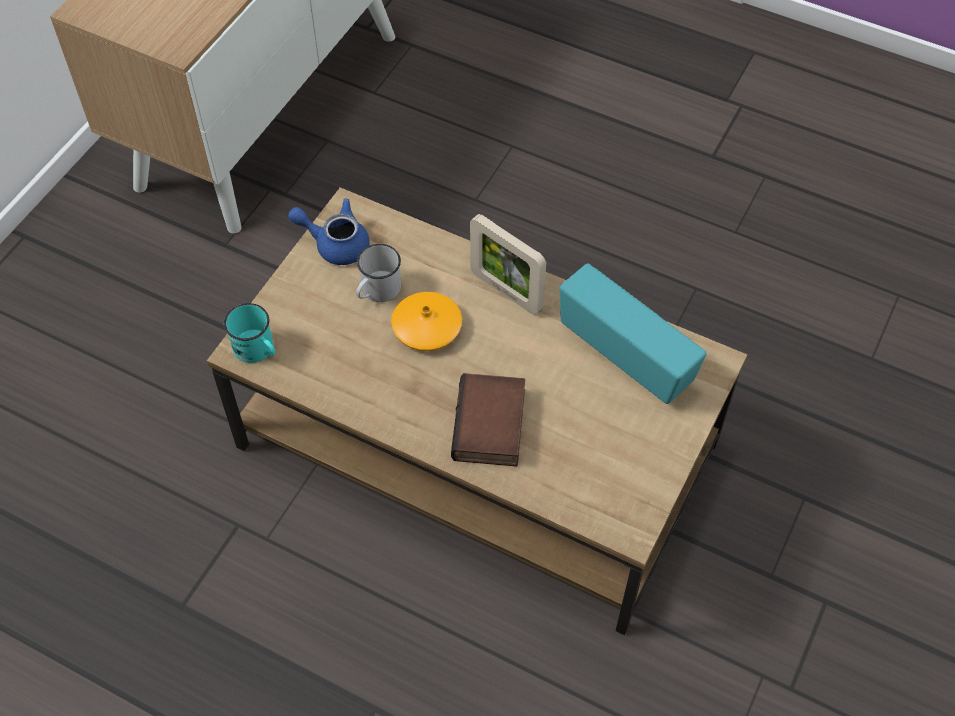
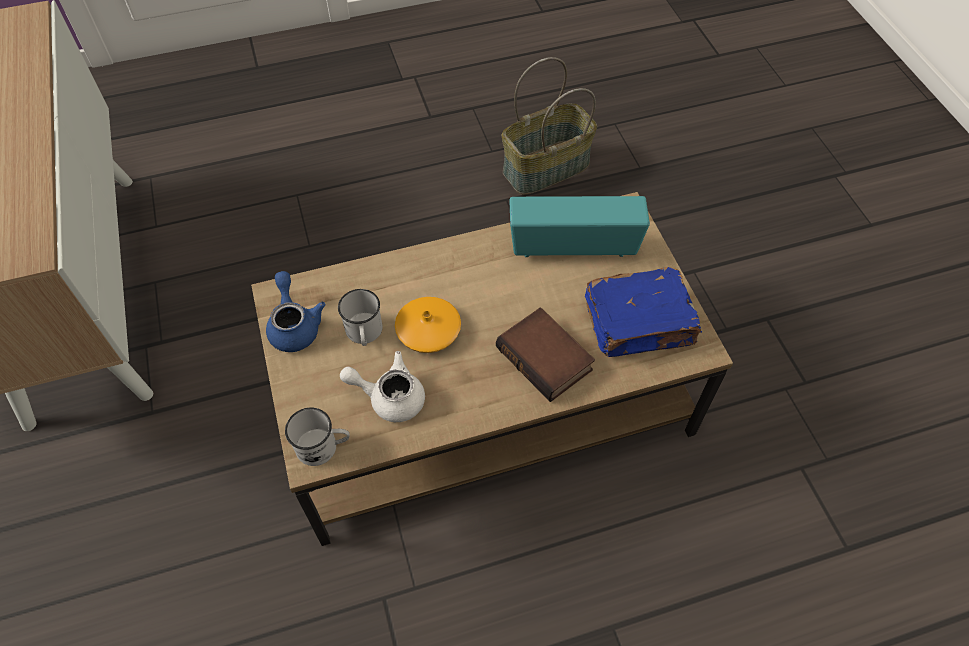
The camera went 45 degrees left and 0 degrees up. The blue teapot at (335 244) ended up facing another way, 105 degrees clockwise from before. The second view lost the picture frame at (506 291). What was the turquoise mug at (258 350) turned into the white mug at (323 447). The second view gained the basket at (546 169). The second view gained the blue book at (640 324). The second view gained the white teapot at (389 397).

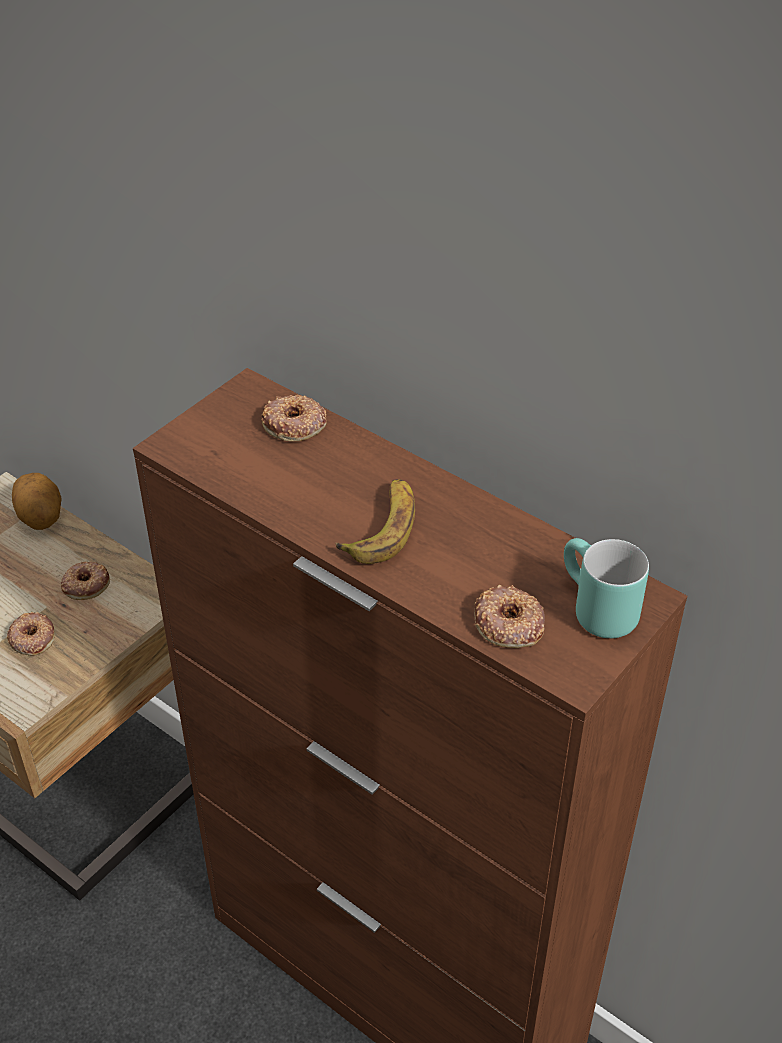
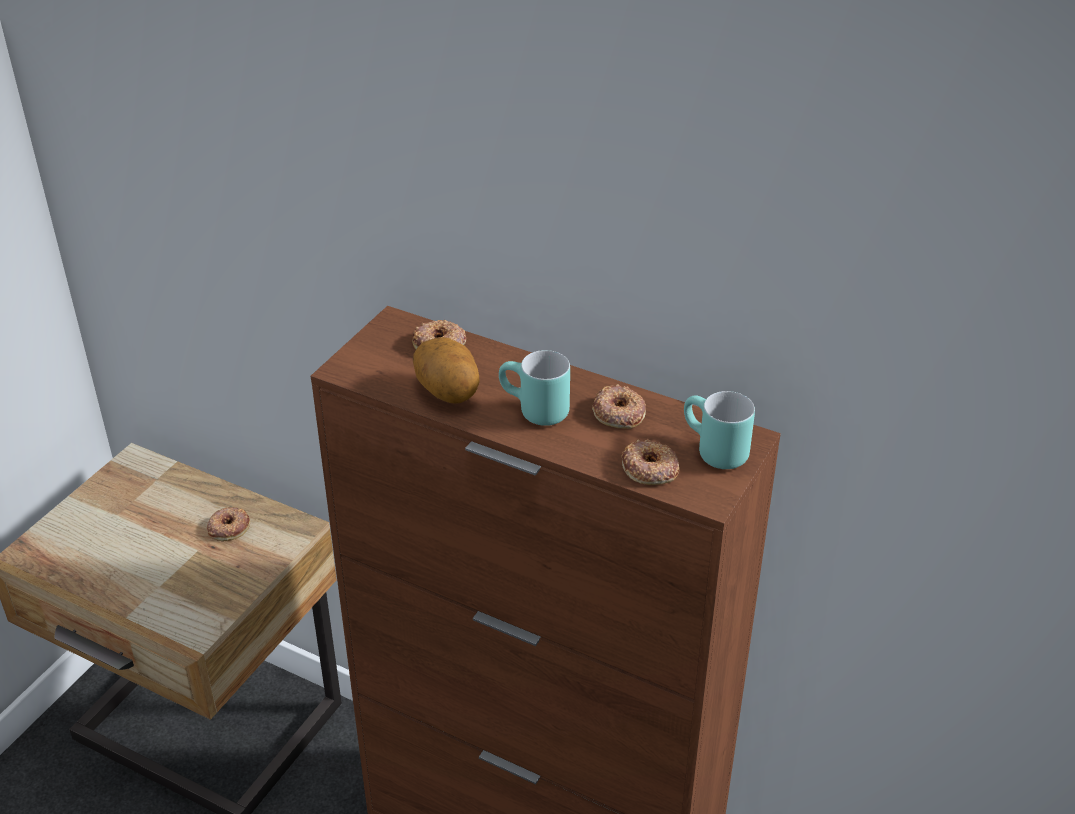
The camera went 10 degrees left and 5 degrees down. The potato ended up elsewhere, having gone from (41 517) to (448 392). Where the banana stood at (383 528), the turquoise mug came to stand at (533 412). The donut ended up elsewhere, having gone from (32 638) to (618 413).

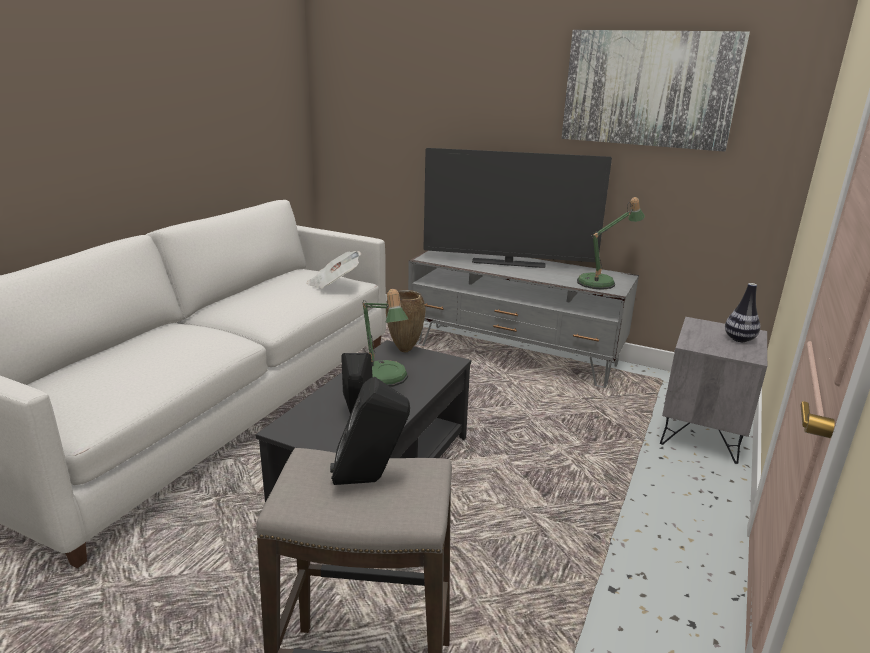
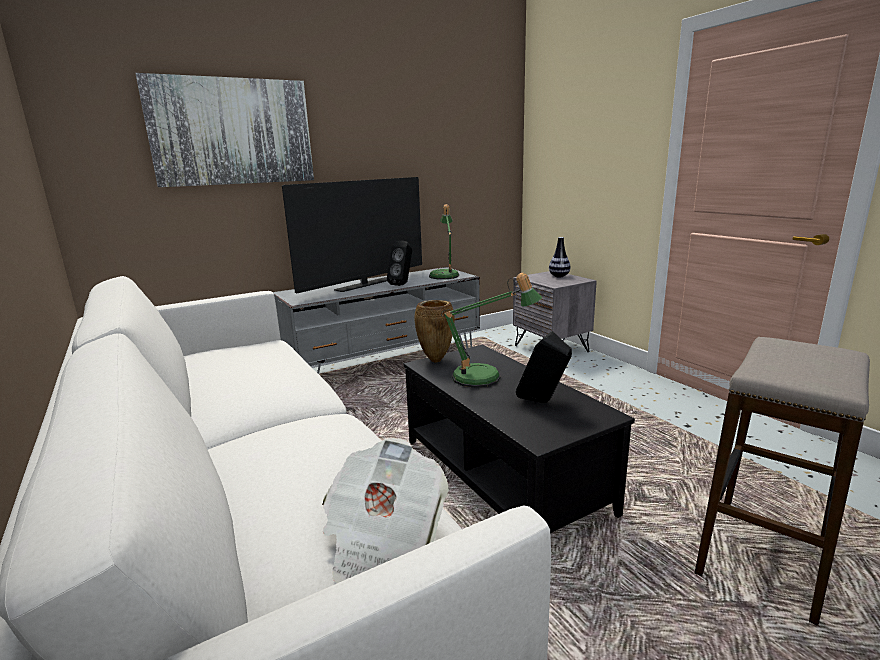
The camera went 55 degrees left and 5 degrees down. The picture ended up elsewhere, having gone from (648 89) to (232 132). The newspaper ended up elsewhere, having gone from (334 283) to (383 538). The black speaker ended up elsewhere, having gone from (370 481) to (402 284).

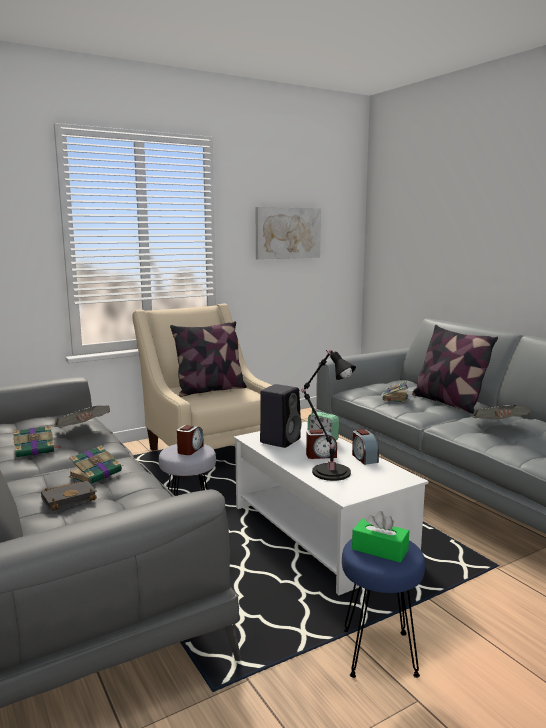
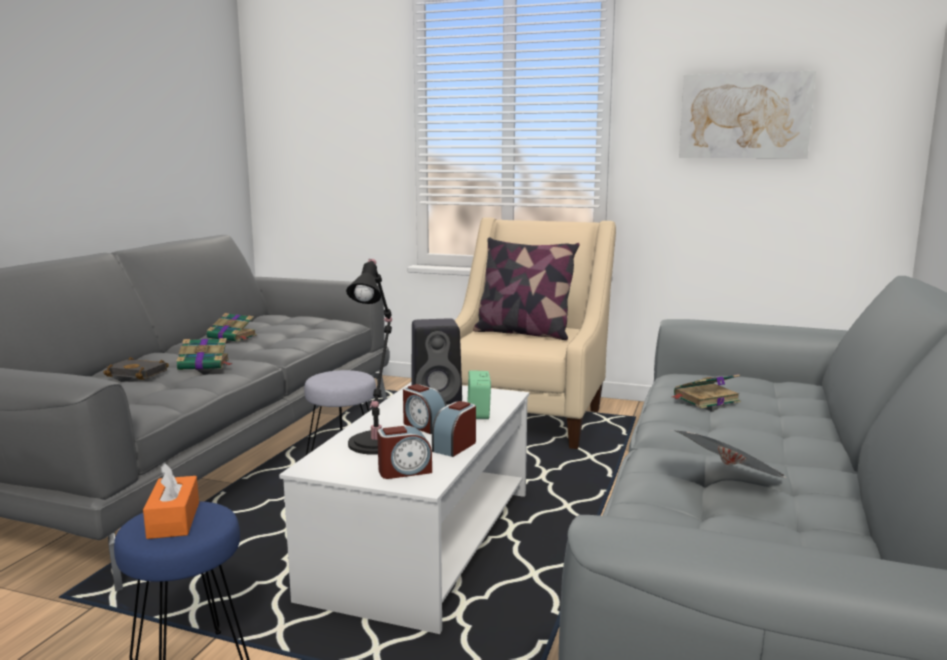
The camera went 50 degrees right and 0 degrees up. The second view lost the pillow at (448 402). The second view lost the newspaper at (83 431). The alarm clock ended up elsewhere, having gone from (190 449) to (404 471). What was the green tissue box at (380 549) turned into the orange tissue box at (173 520).

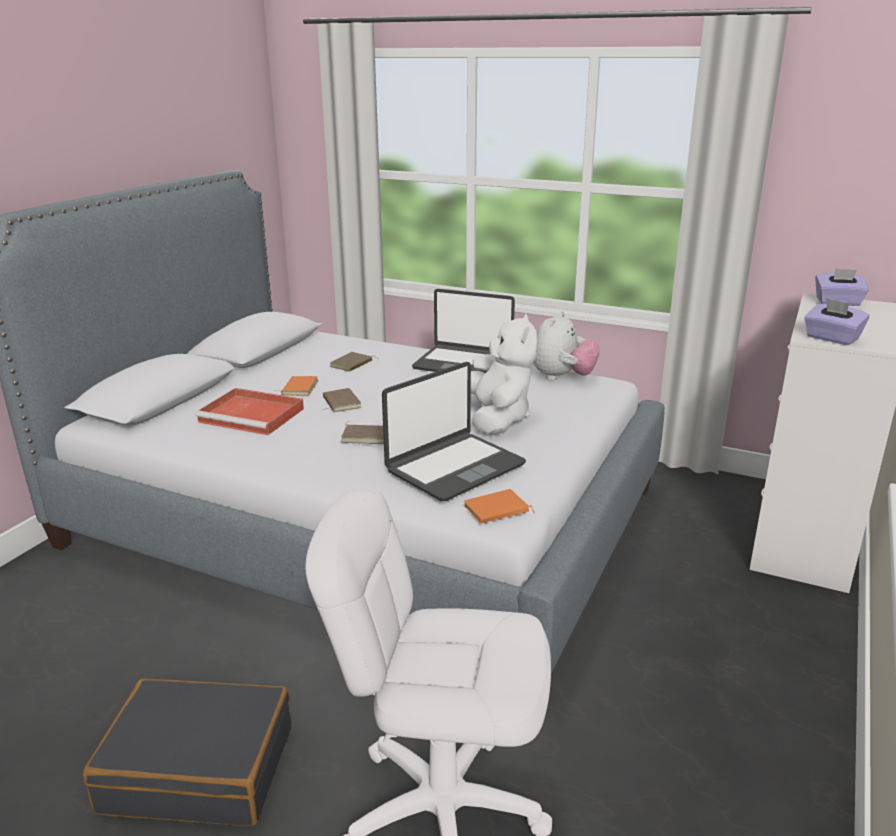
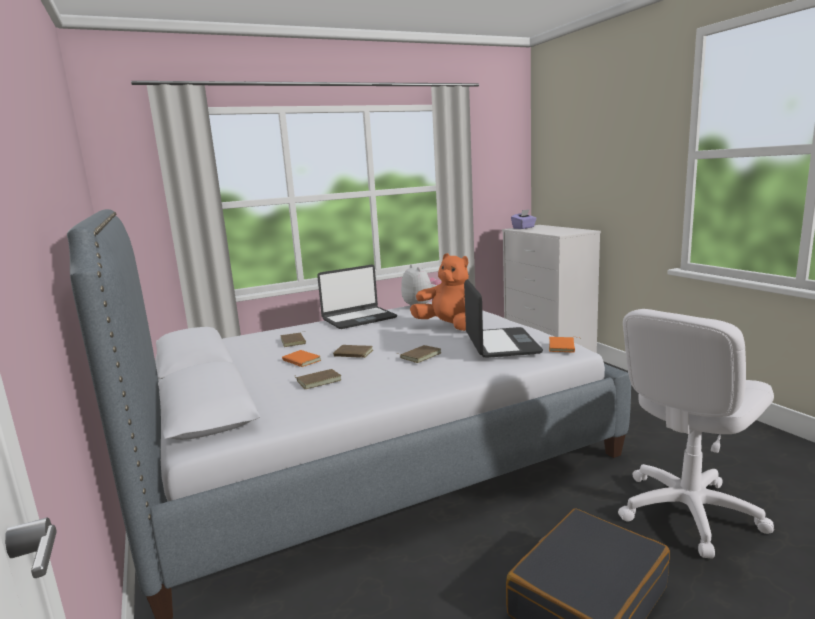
The camera went 50 degrees left and 10 degrees down. The second view lost the purple tissue box at (831 338). What was the white plush toy at (497 419) turned into the orange plush toy at (449 326). Where the red tray stood at (253 415), the brown book came to stand at (318 380).

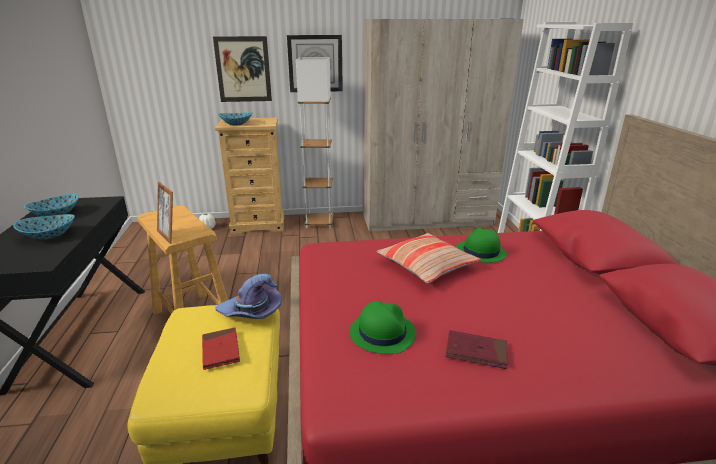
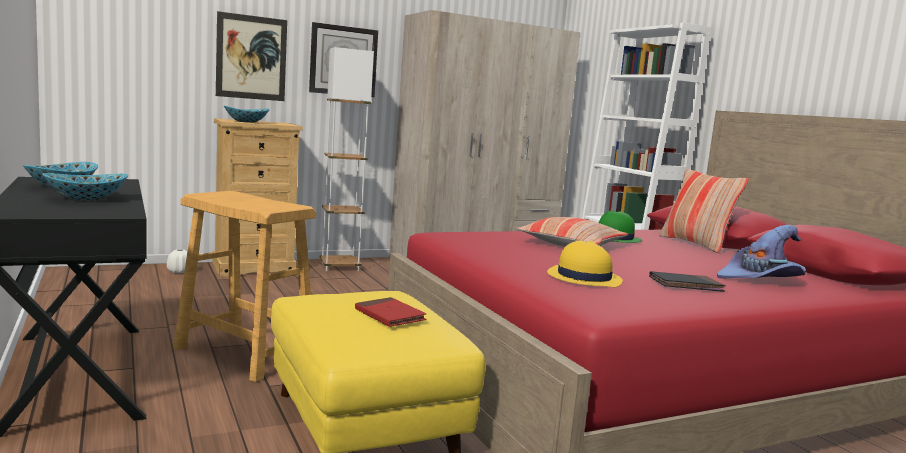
The camera went 20 degrees left and 15 degrees down. The second view lost the picture frame at (169 235). The purple hat ended up elsewhere, having gone from (251 312) to (760 279). What was the green hat at (382 332) turned into the yellow hat at (583 277). What was the red book at (476 352) turned into the black book at (685 285). The second view gained the pillow at (695 244).

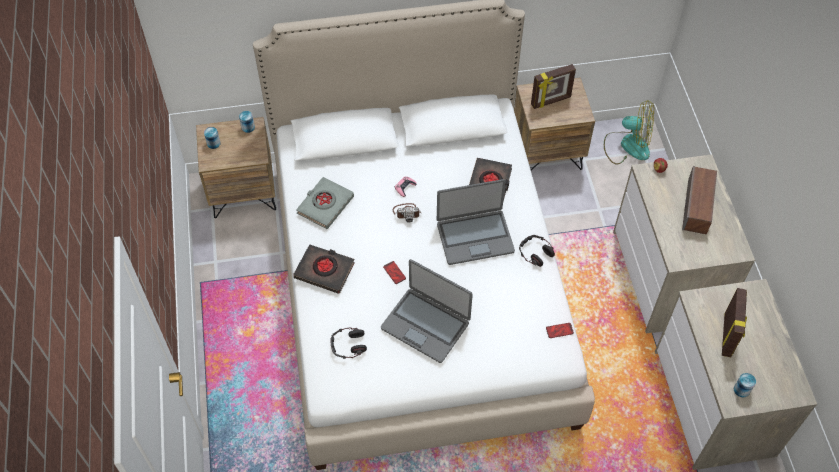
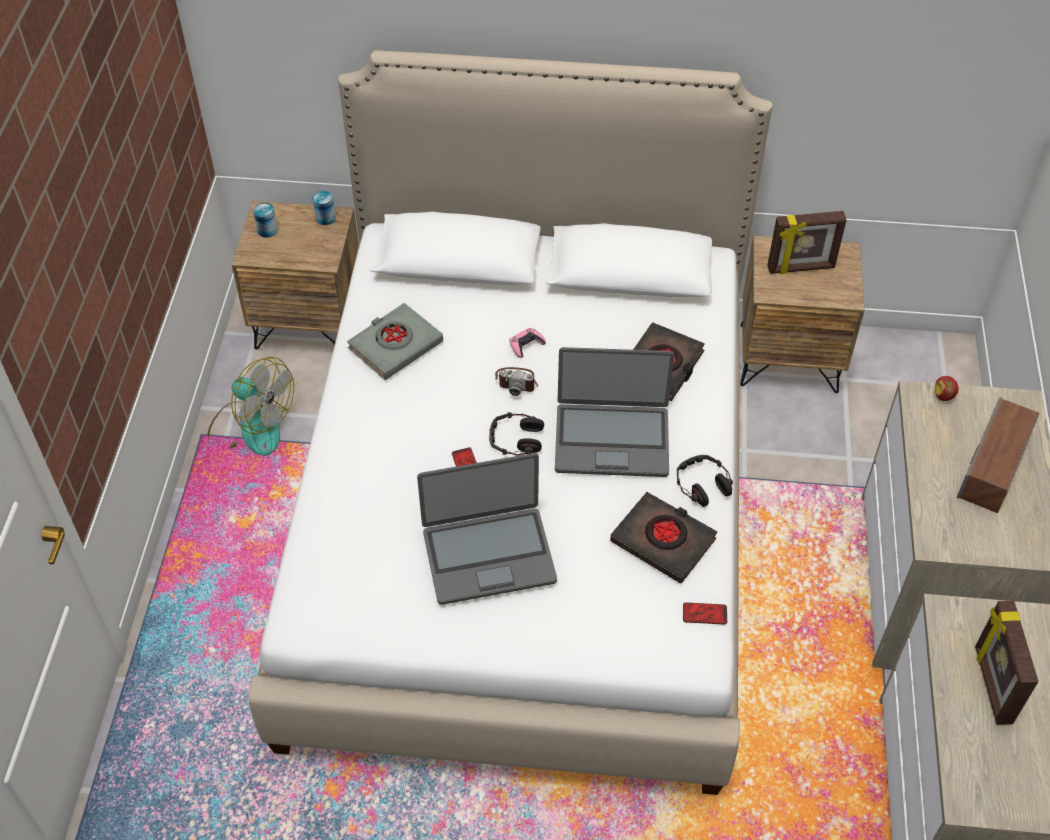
The camera went 15 degrees right and 5 degrees down. The fan ended up elsewhere, having gone from (627 145) to (251 427). The black book ended up elsewhere, having gone from (324 271) to (663 541). The laptop at (426 324) ended up facing another way, 60 degrees counterclockwise from before. The picture frame at (728 335) ended up facing another way, 150 degrees clockwise from before. The headphones ended up elsewhere, having gone from (348 345) to (516 439). The second view lost the can at (741 390).

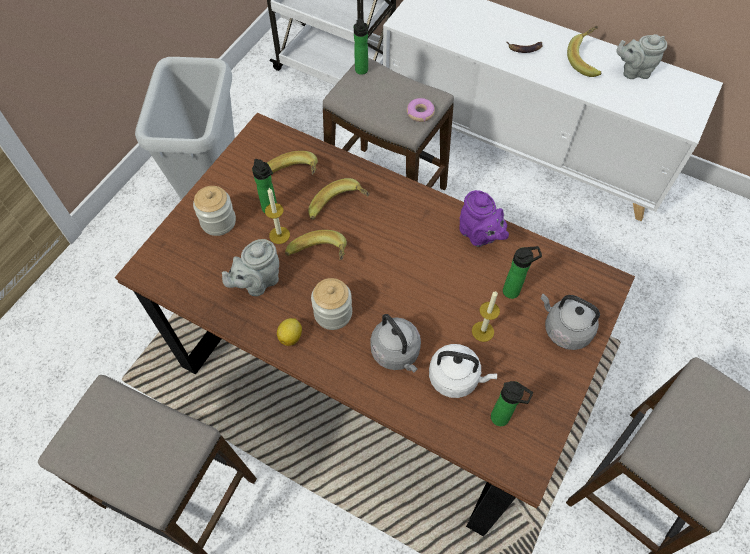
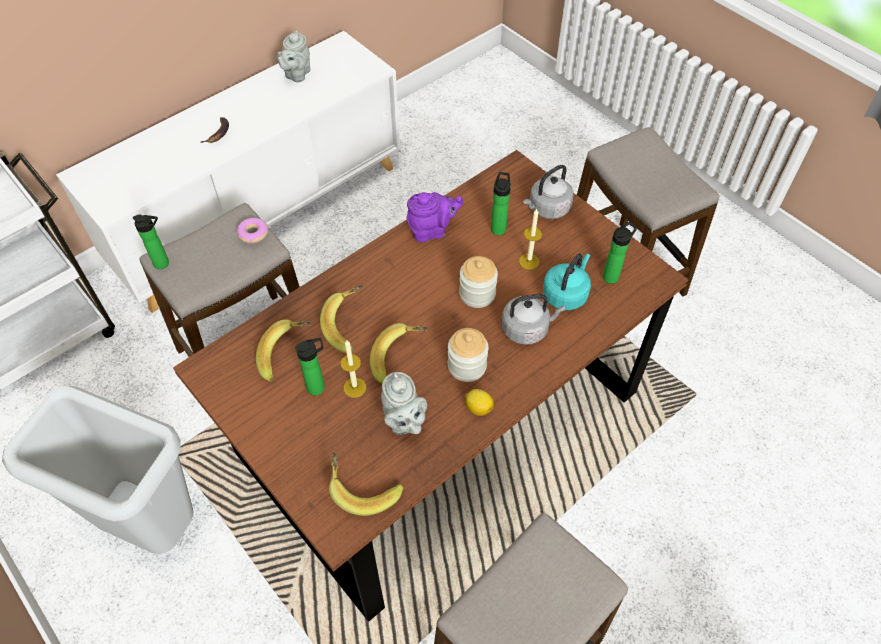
The camera went 70 degrees left and 5 degrees down. The banana ended up elsewhere, having gone from (586 60) to (363 488). The jar ended up elsewhere, having gone from (218 222) to (477 294). What was the white kettle at (456 378) turned into the turquoise kettle at (566 294).

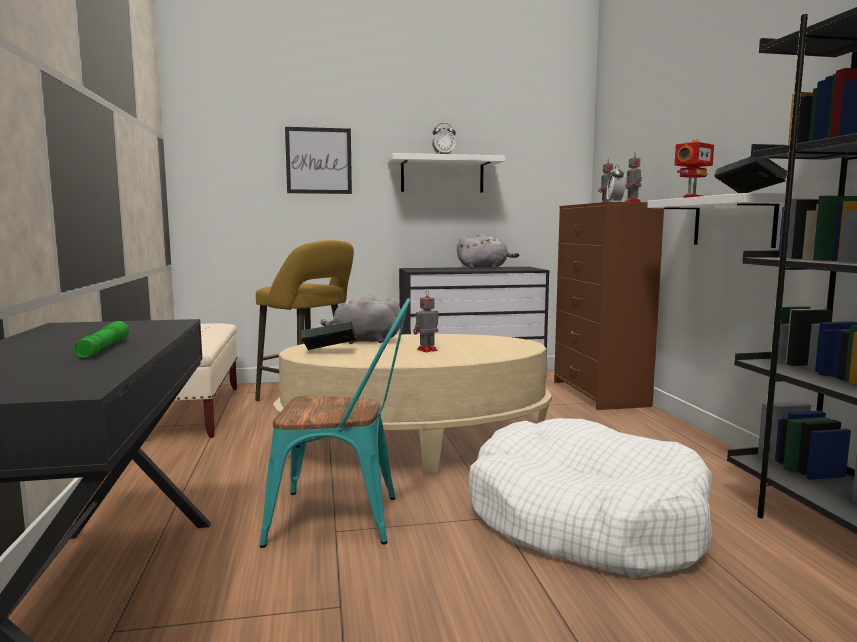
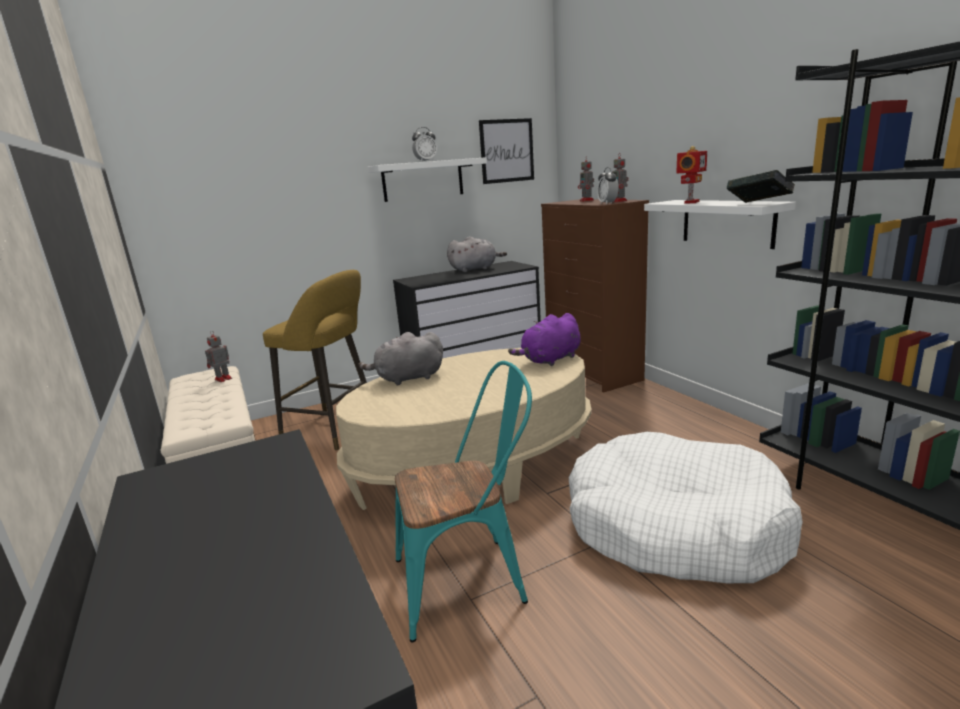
The camera went 15 degrees left and 10 degrees up. The picture ended up elsewhere, having gone from (318 161) to (507 151). The toy robot ended up elsewhere, having gone from (426 350) to (222 379). The second view lost the green flashlight at (103 349). The second view lost the book at (329 352). The second view gained the purple plush toy at (550 360).

